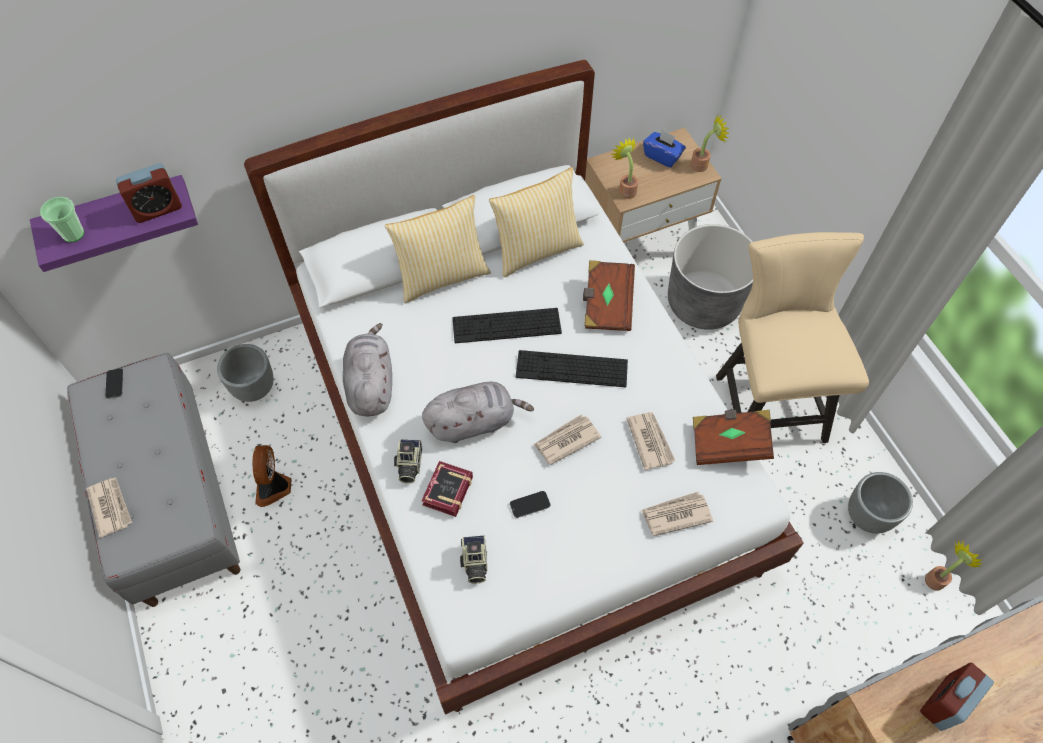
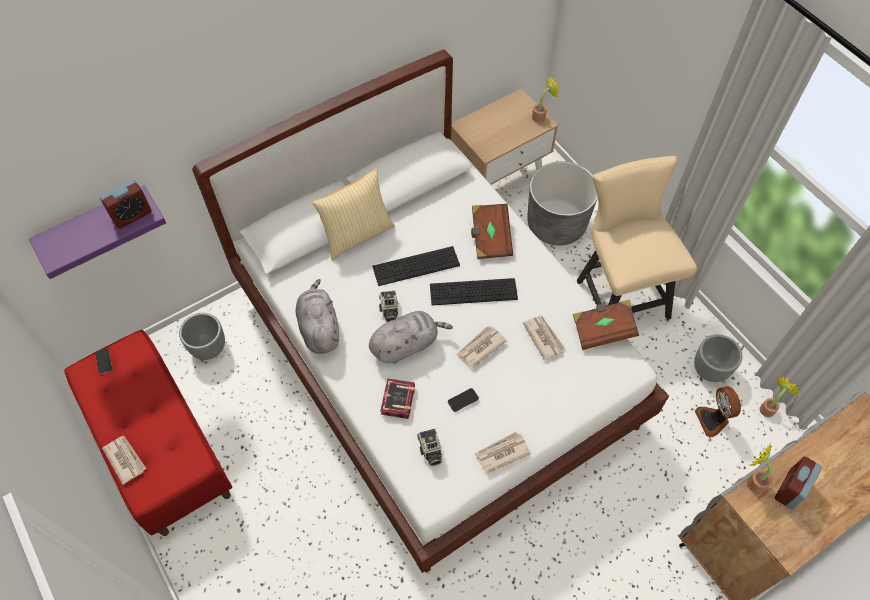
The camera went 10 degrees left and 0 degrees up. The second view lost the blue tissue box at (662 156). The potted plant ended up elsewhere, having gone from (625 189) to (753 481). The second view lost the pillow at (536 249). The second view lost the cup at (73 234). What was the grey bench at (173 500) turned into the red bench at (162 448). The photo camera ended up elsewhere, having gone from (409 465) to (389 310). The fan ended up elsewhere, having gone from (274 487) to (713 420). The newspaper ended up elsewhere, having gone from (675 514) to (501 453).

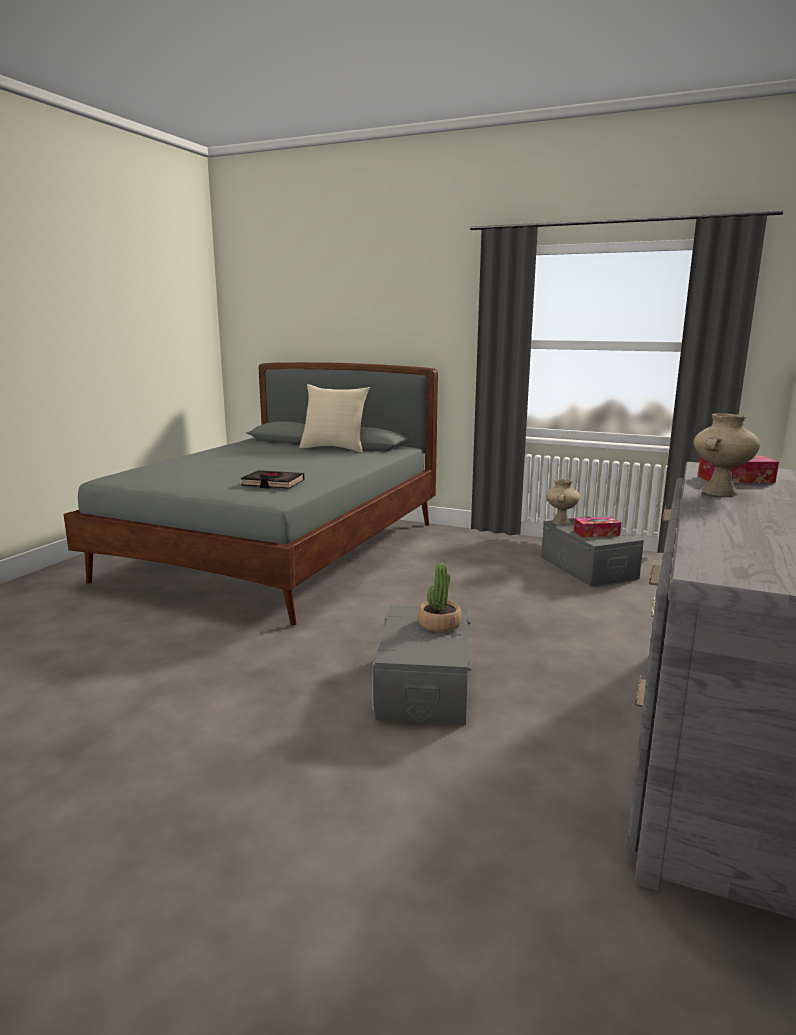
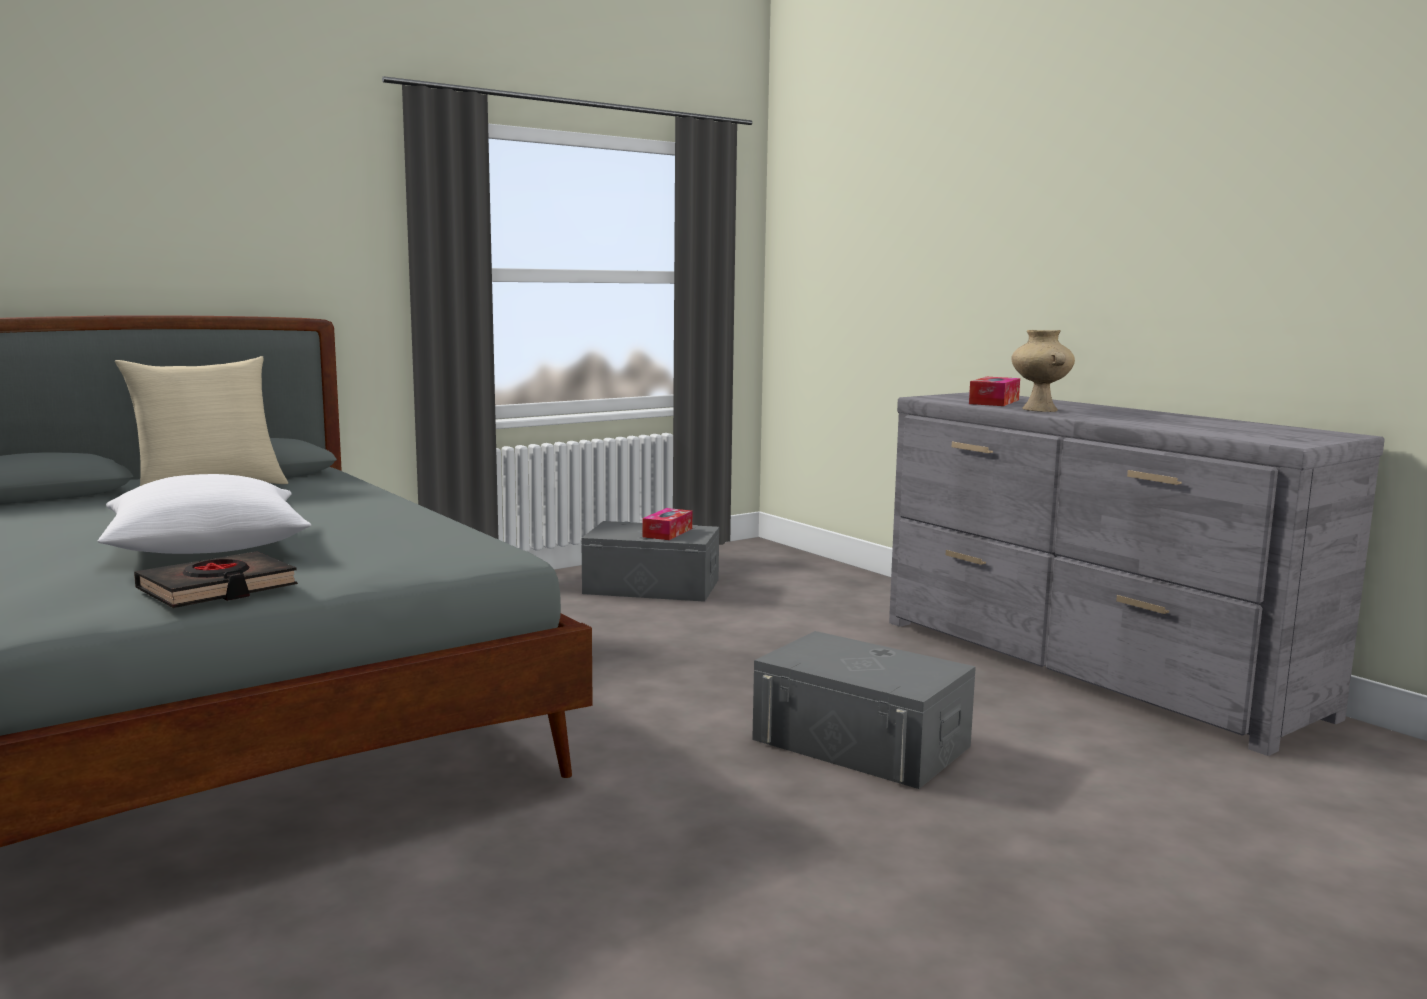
The camera went 60 degrees left and 5 degrees down. The black book ended up elsewhere, having gone from (273 484) to (217 589). The second view lost the beige vase at (560 522). The second view lost the potted plant at (439 624). The second view gained the white pillow at (207 548).

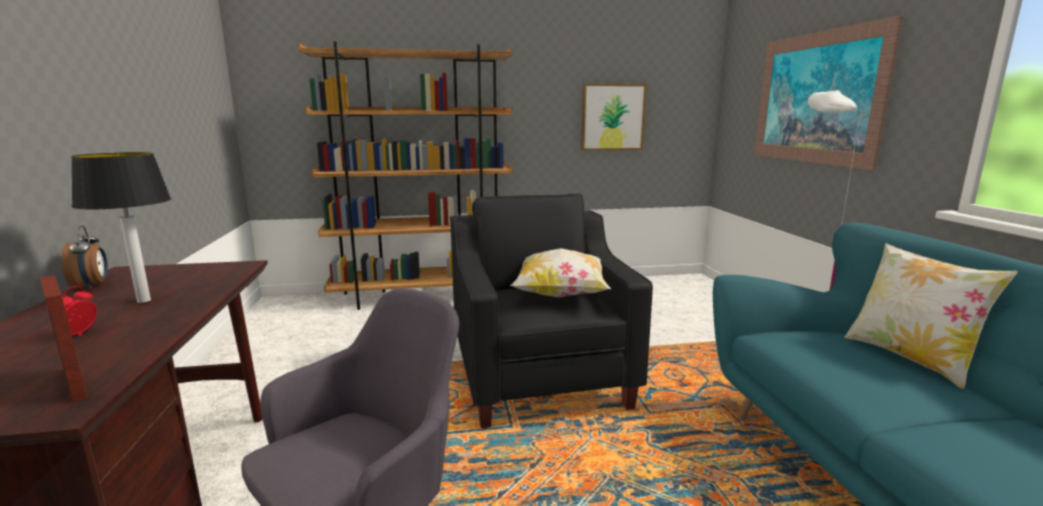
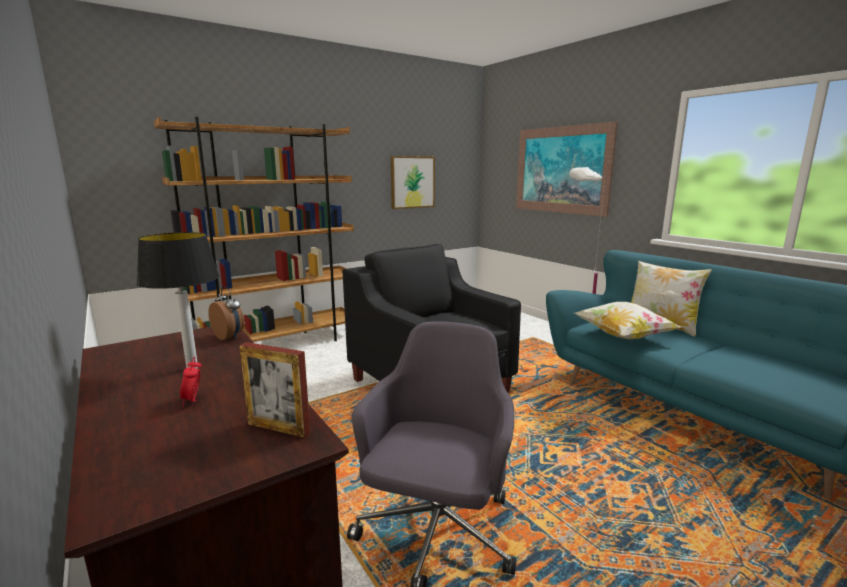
The camera went 25 degrees left and 0 degrees up. The alarm clock ended up elsewhere, having gone from (92 286) to (229 337). The pillow ended up elsewhere, having gone from (560 294) to (623 337).

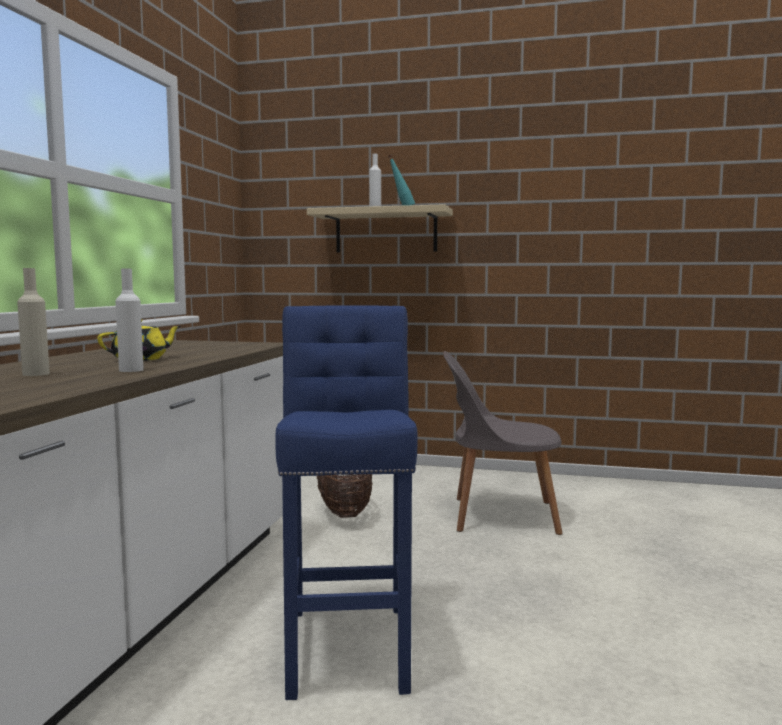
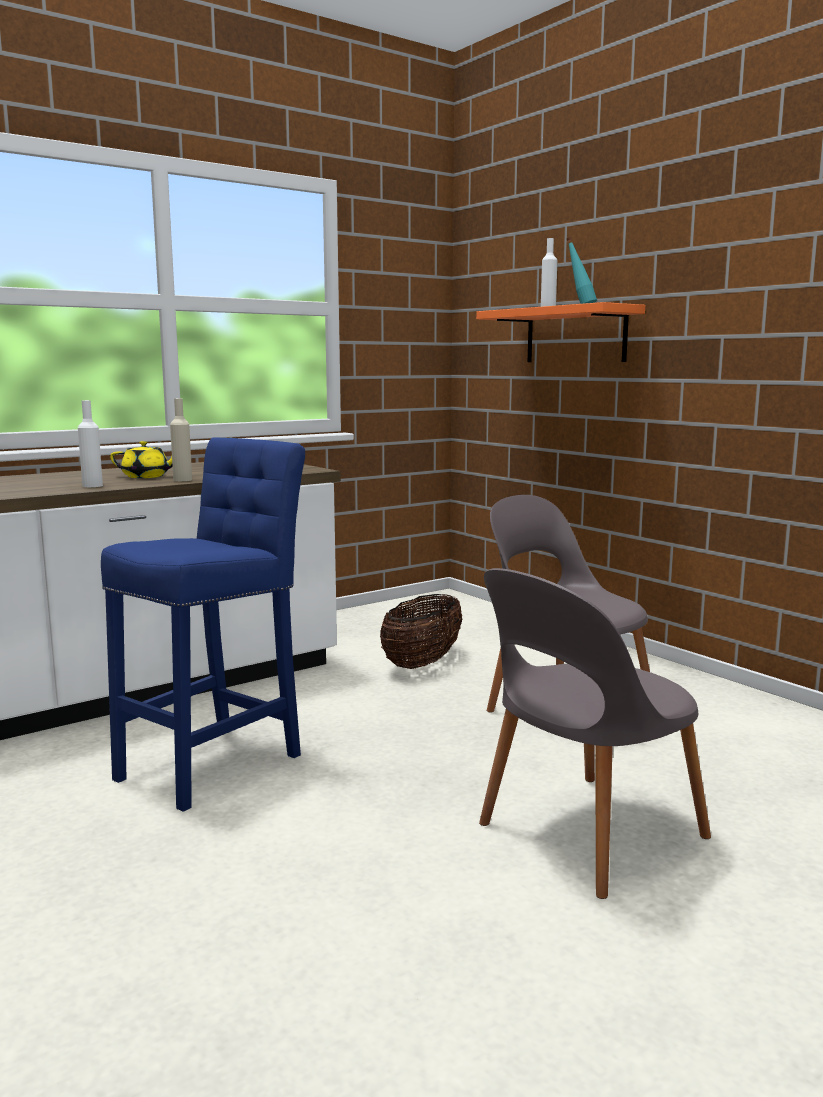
The camera went 40 degrees right and 5 degrees up. What was the beige shelf at (386 231) turned into the orange shelf at (575 335). The beige bottle ended up elsewhere, having gone from (36 374) to (182 480). The second view gained the grey chair at (585 834).

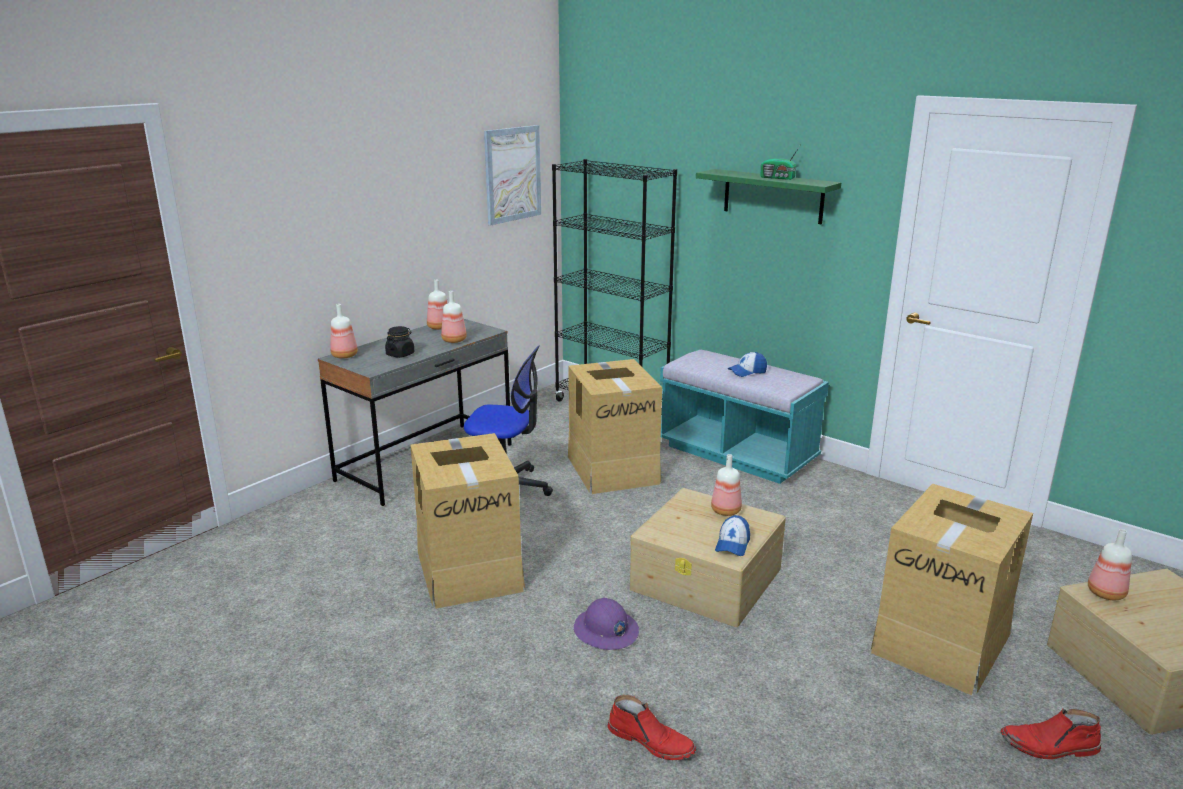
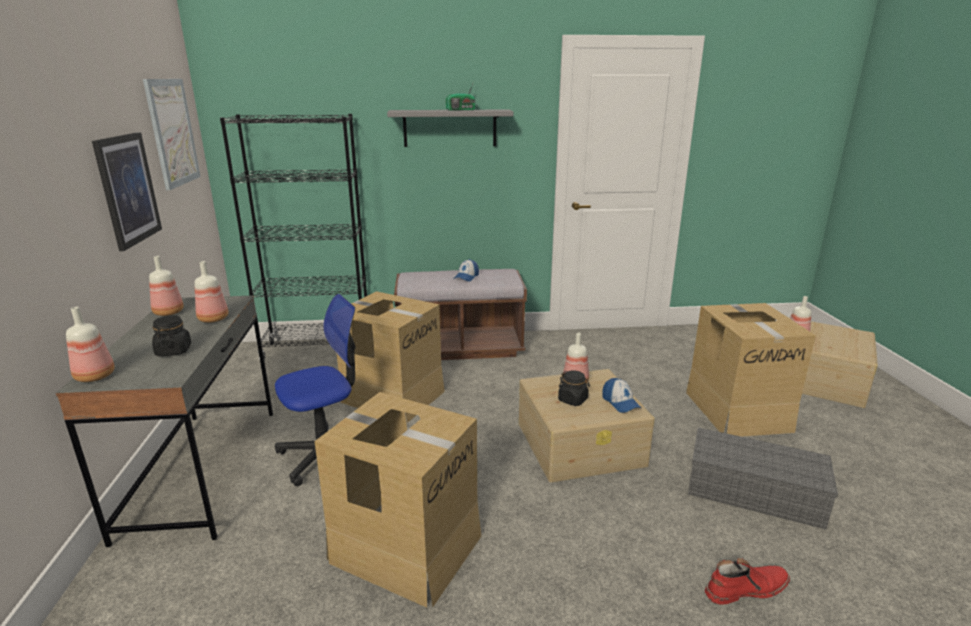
The camera went 45 degrees left and 0 degrees up. What was the green shelf at (773 196) turned into the grey shelf at (450 128). What was the turquoise bench at (737 454) turned into the brown bench at (460 348). The second view lost the purple hard hat at (605 631). The second view lost the red boot at (1049 746). The second view gained the picture at (128 189). The second view gained the black jar at (573 400). The second view gained the grey storage box at (756 491).

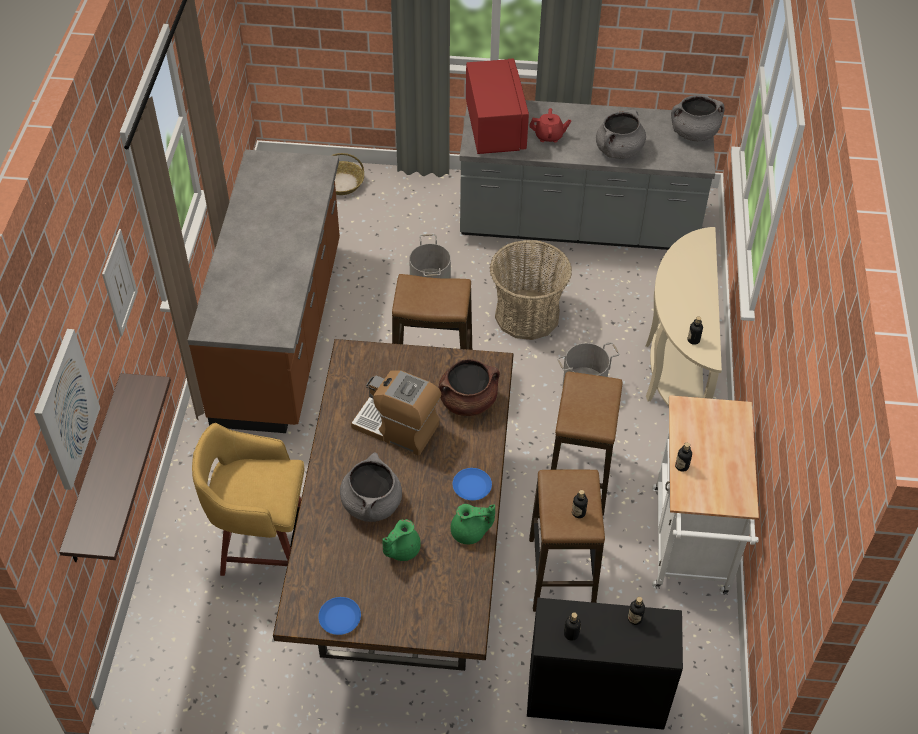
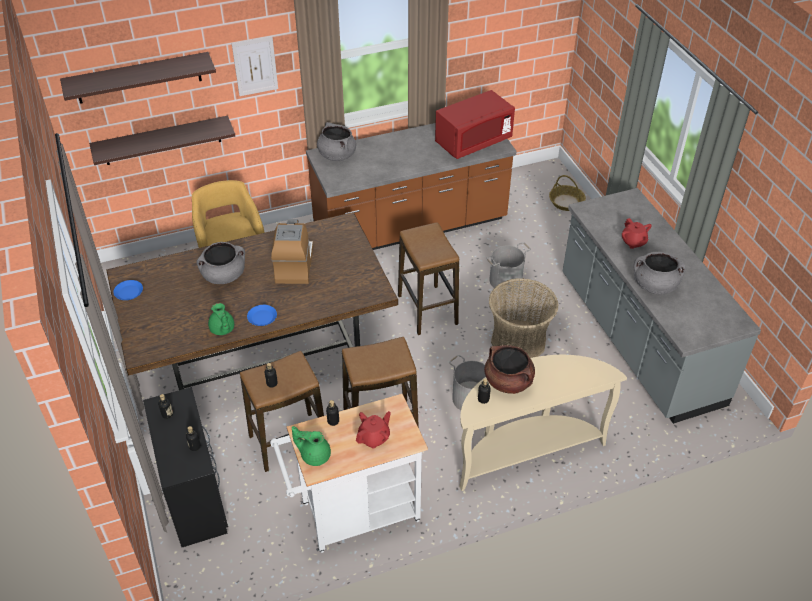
The camera went 65 degrees right and 5 degrees down. The red microwave ended up elsewhere, having gone from (495 127) to (473 142). The grey cooking pot ended up elsewhere, having gone from (694 133) to (337 155). Where the picture hung at (65 409), the shelf came to hang at (138 78). The brown cooking pot ended up elsewhere, having gone from (468 401) to (508 381). The green teapot ended up elsewhere, having gone from (401 550) to (314 455). The second view gained the red teapot at (374 438).

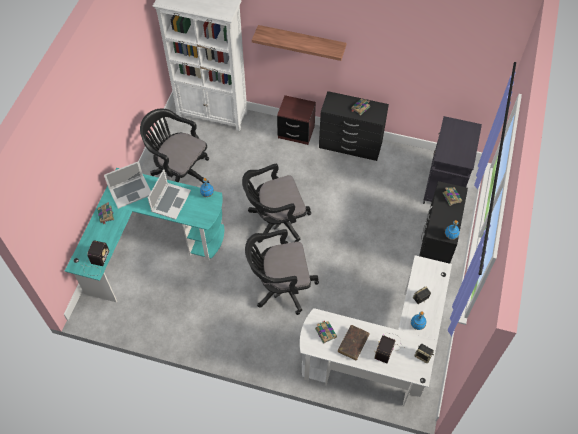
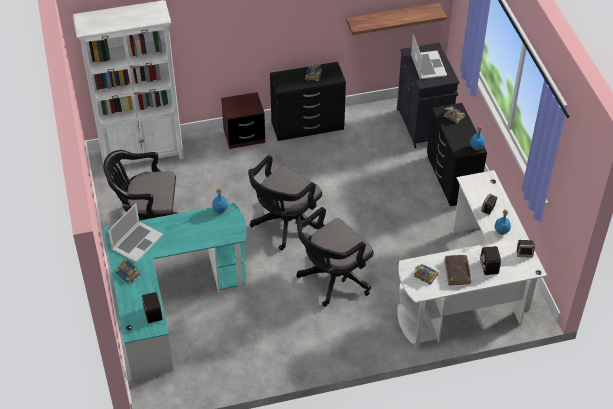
The camera went 30 degrees left and 10 degrees down. The shelf ended up elsewhere, having gone from (301 41) to (392 19). The laptop ended up elsewhere, having gone from (170 201) to (428 65).

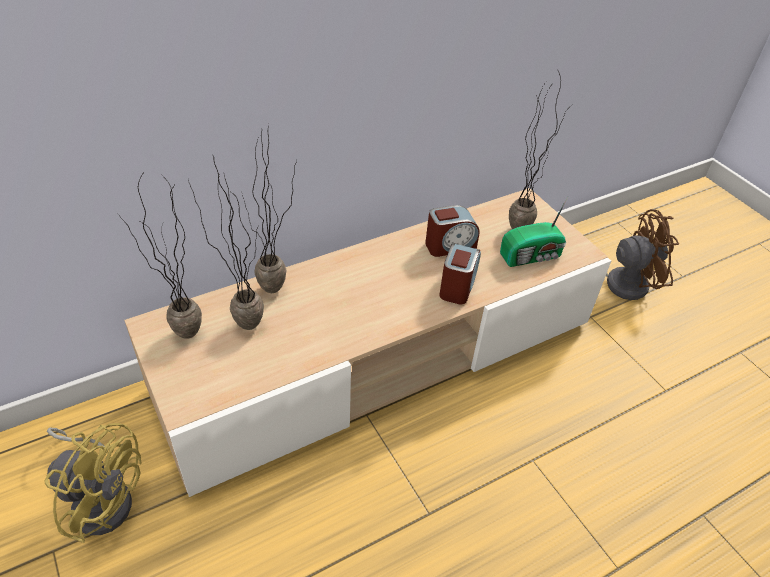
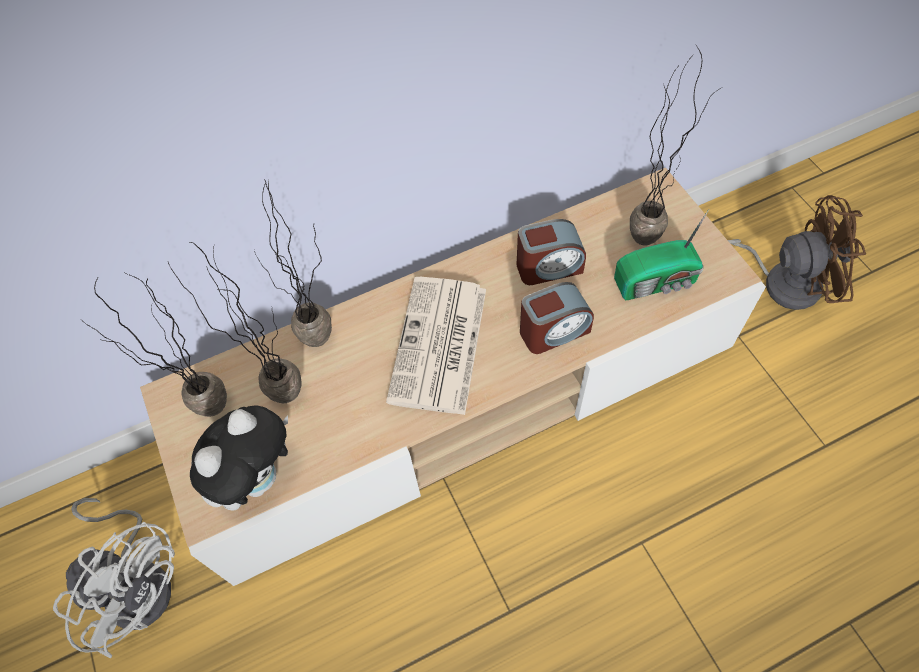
The camera went 10 degrees right and 15 degrees up. The alarm clock at (457 285) ended up facing another way, 45 degrees clockwise from before. What was the yellow fan at (102 497) turned into the white fan at (140 581). The second view gained the newspaper at (439 346). The second view gained the plush toy at (258 477).

